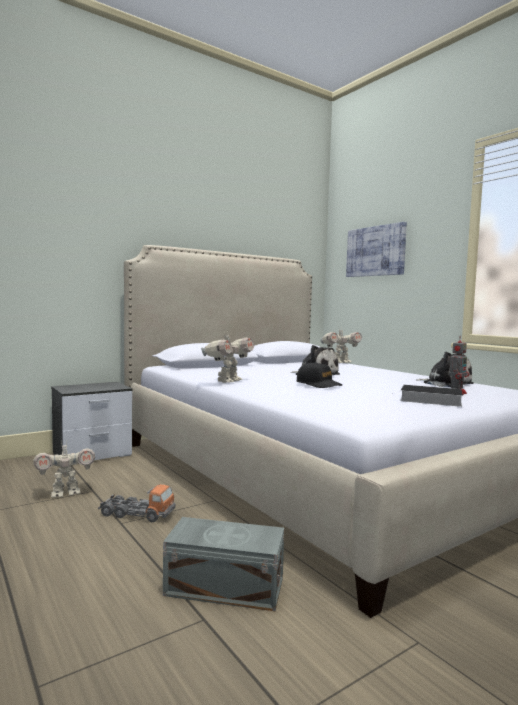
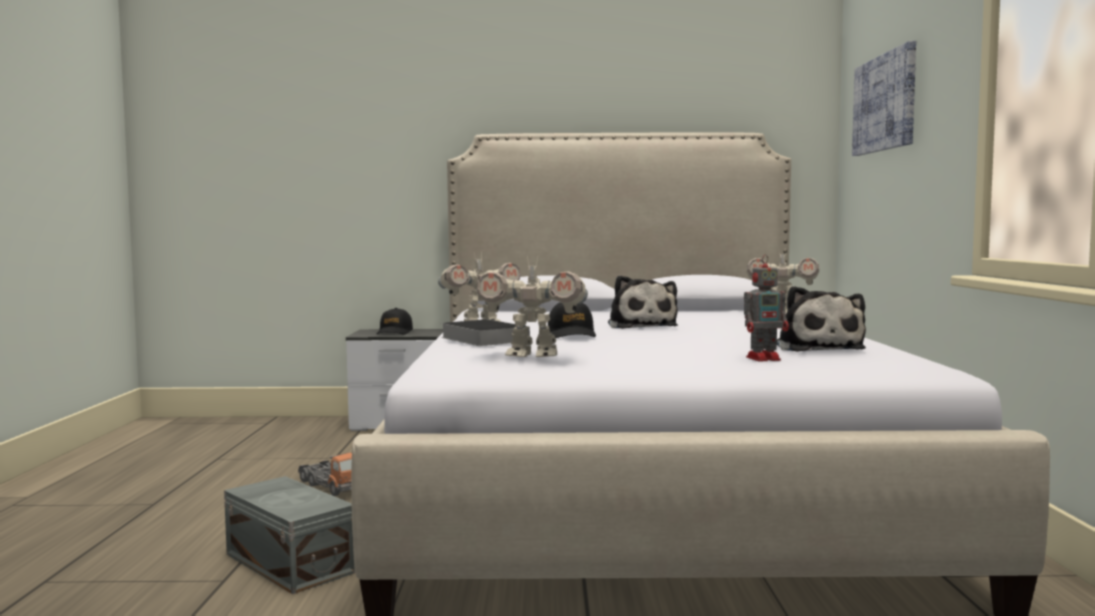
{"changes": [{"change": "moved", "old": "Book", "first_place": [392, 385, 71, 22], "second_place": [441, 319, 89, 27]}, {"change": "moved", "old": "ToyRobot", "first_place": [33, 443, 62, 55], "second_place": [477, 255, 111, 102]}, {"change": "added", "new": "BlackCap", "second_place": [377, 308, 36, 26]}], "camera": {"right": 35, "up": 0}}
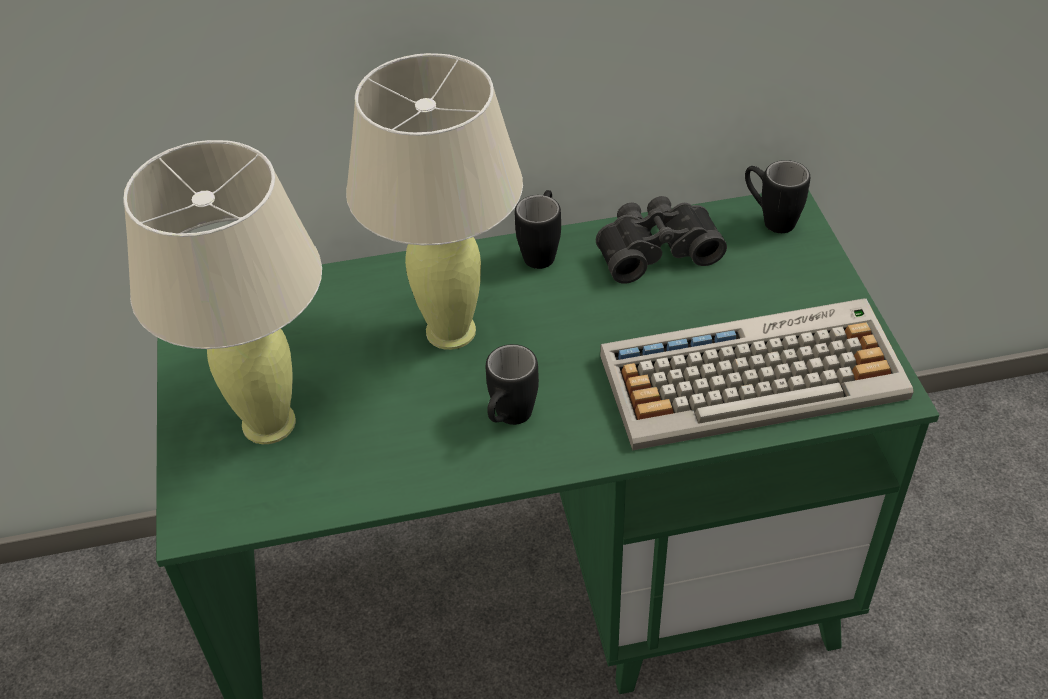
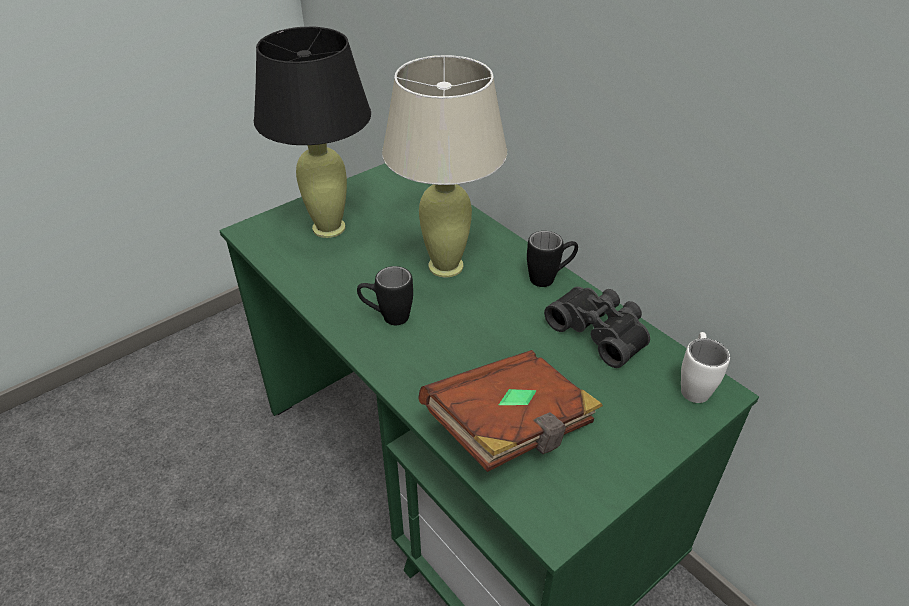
{"changes": [{"change": "recoloured", "old": "BeigeTableLamp", "new": "BlackTableLamp", "first_place": [123, 140, 199, 304], "second_place": [254, 27, 117, 211]}, {"change": "recoloured", "old": "BlackMug", "new": "WhiteMug", "first_place": [745, 160, 65, 73], "second_place": [681, 332, 49, 71]}, {"change": "replaced", "old": "Keyboard", "new": "BrownBook", "first_place": [600, 298, 314, 153], "second_place": [418, 350, 185, 122]}], "camera": {"right": 60, "up": -5}}
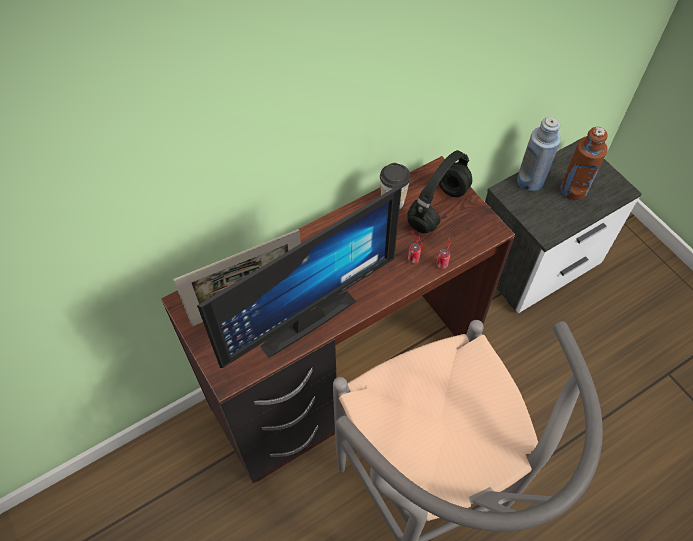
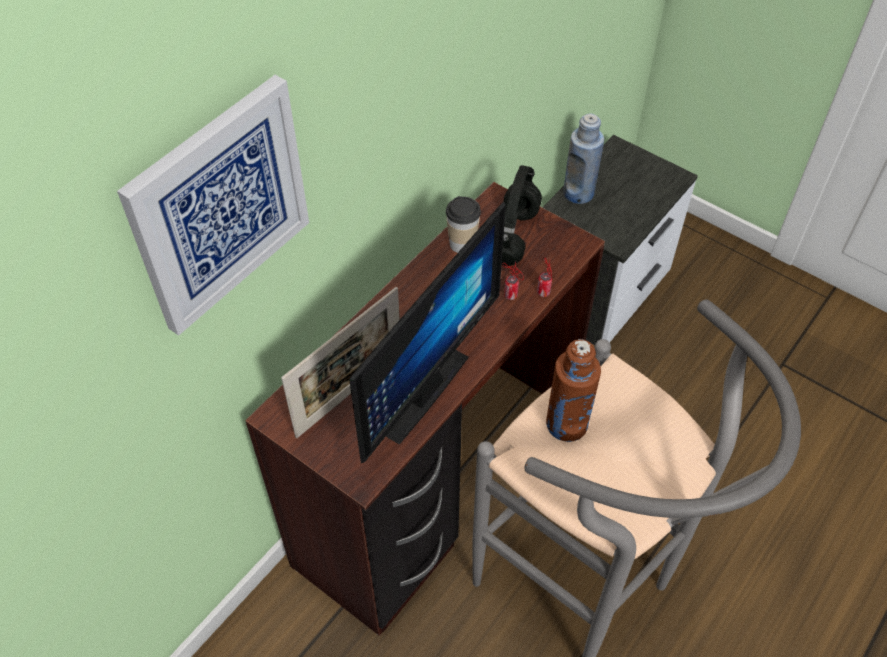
{"changes": [{"change": "moved", "old": "BrownBottle", "first_place": [560, 127, 48, 73], "second_place": [546, 339, 55, 103]}, {"change": "added", "new": "Picture", "second_place": [117, 75, 192, 261]}], "camera": {"right": -20, "up": -5}}
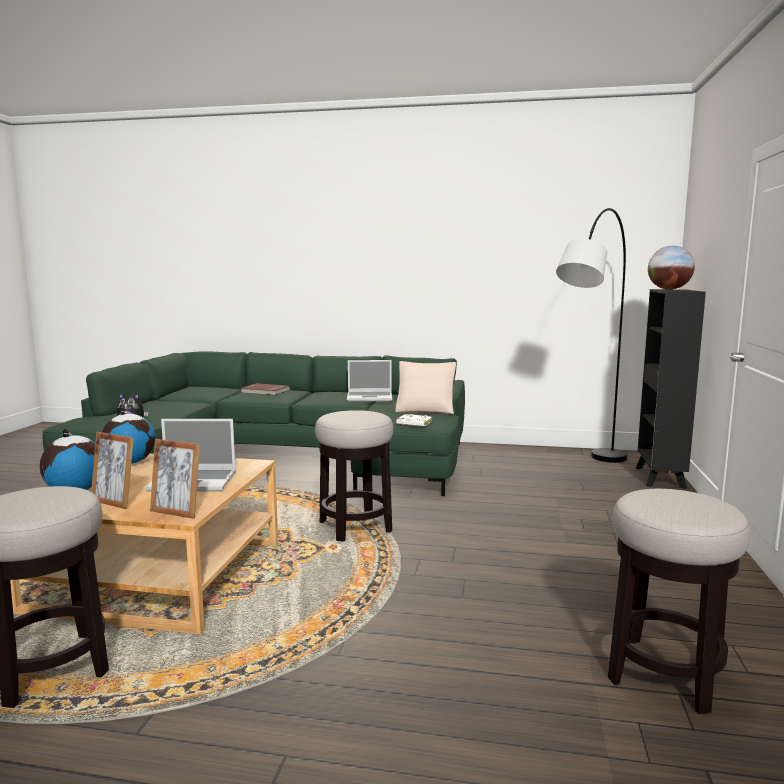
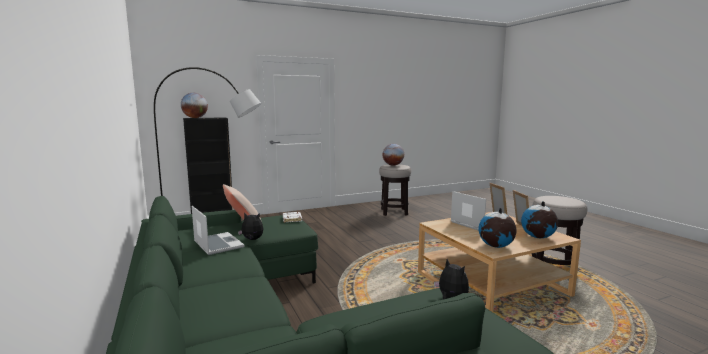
{"changes": [{"change": "removed", "old": "RedBook", "first_place": [241, 383, 49, 12]}, {"change": "removed", "old": "Stool", "first_place": [315, 410, 78, 132]}, {"change": "added", "new": "Globe", "second_place": [382, 144, 22, 22]}, {"change": "added", "new": "PlushToy", "second_place": [238, 213, 25, 27]}], "camera": {"right": -125, "up": 0}}
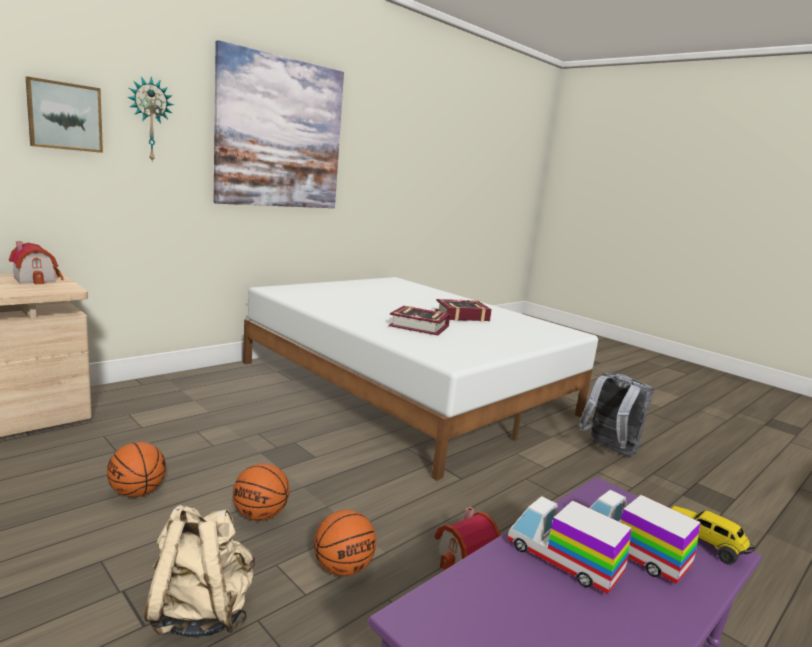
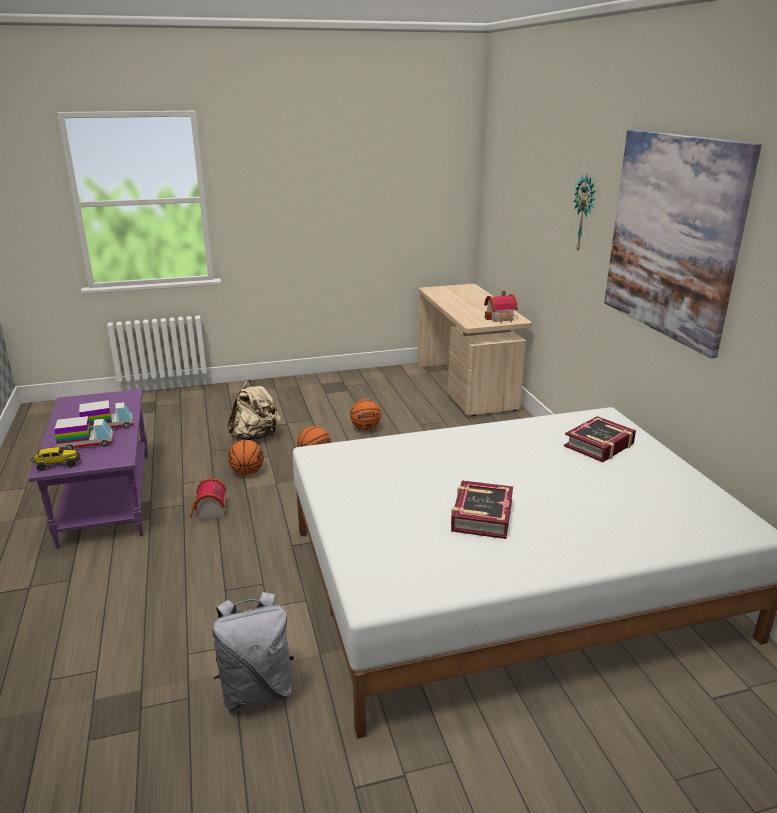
{"changes": [{"change": "removed", "old": "Picture", "first_place": [26, 76, 77, 77]}, {"change": "moved", "old": "Book", "first_place": [389, 306, 61, 29], "second_place": [564, 416, 72, 46]}], "camera": {"right": 120, "up": 10}}
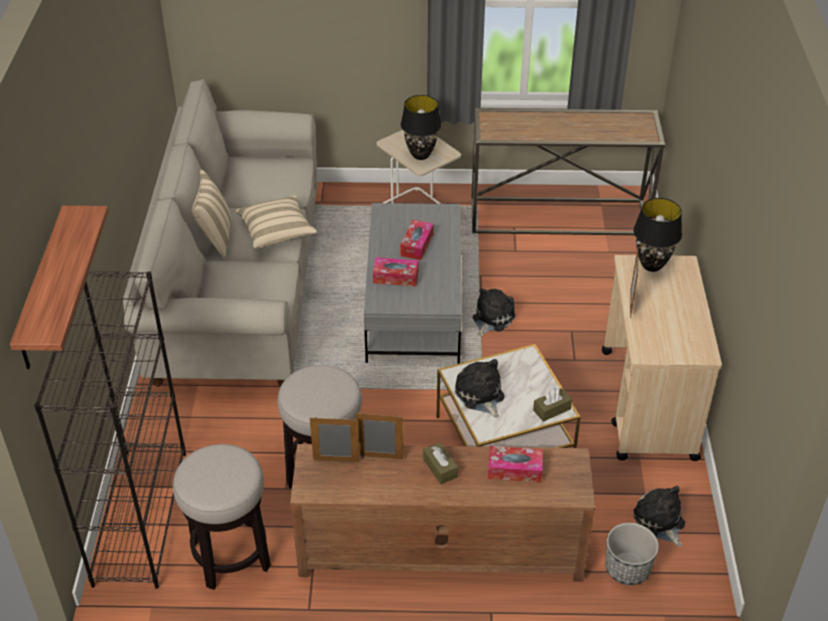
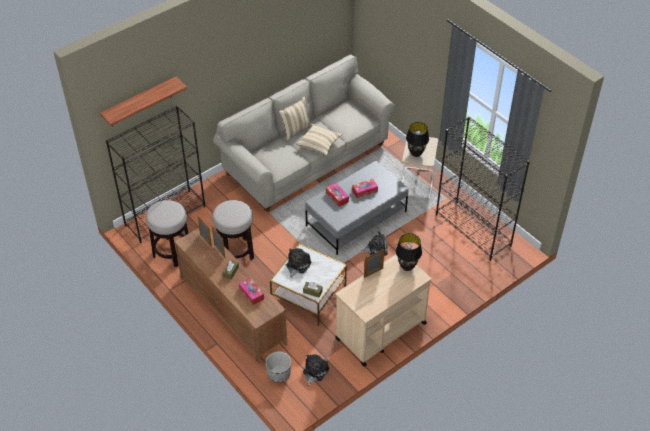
{"changes": [{"change": "replaced", "old": "ConsoleTable", "new": "BlackBookcase", "first_place": [471, 108, 194, 127], "second_place": [436, 116, 94, 145]}], "camera": {"right": 50, "up": 5}}
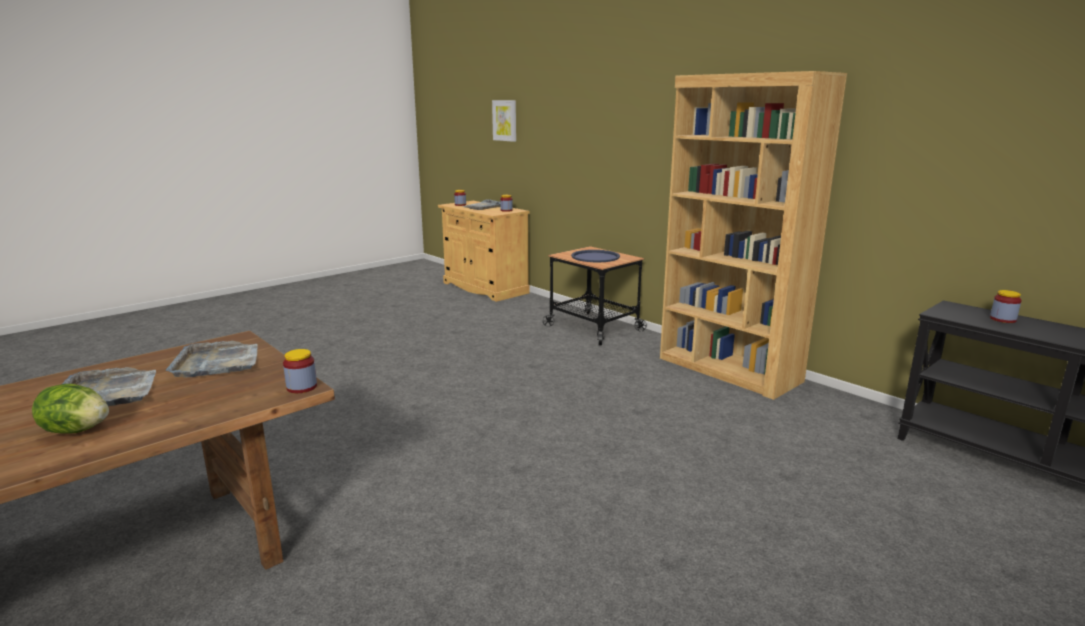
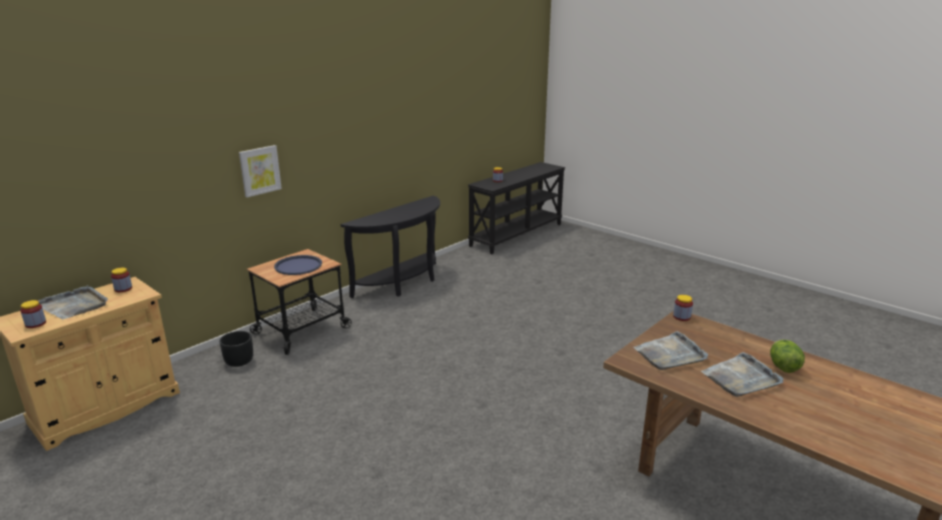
{"changes": [{"change": "replaced", "old": "BrownBookcase", "new": "BlackConsoleTable", "first_place": [660, 71, 187, 329], "second_place": [341, 196, 99, 102]}, {"change": "moved", "old": "Picture", "first_place": [492, 100, 24, 42], "second_place": [239, 145, 43, 52]}, {"change": "added", "new": "BlackPlanter", "second_place": [219, 331, 34, 36]}], "camera": {"right": -95, "up": 5}}
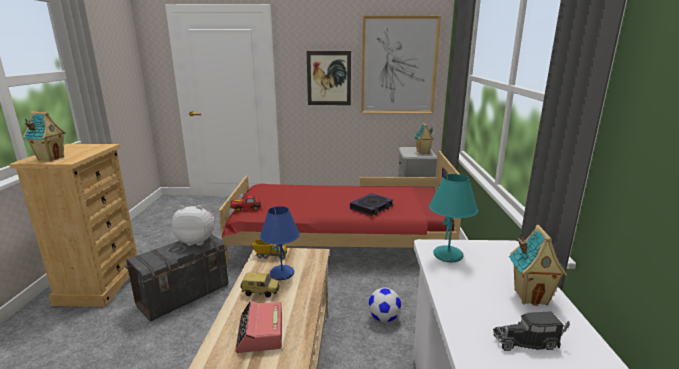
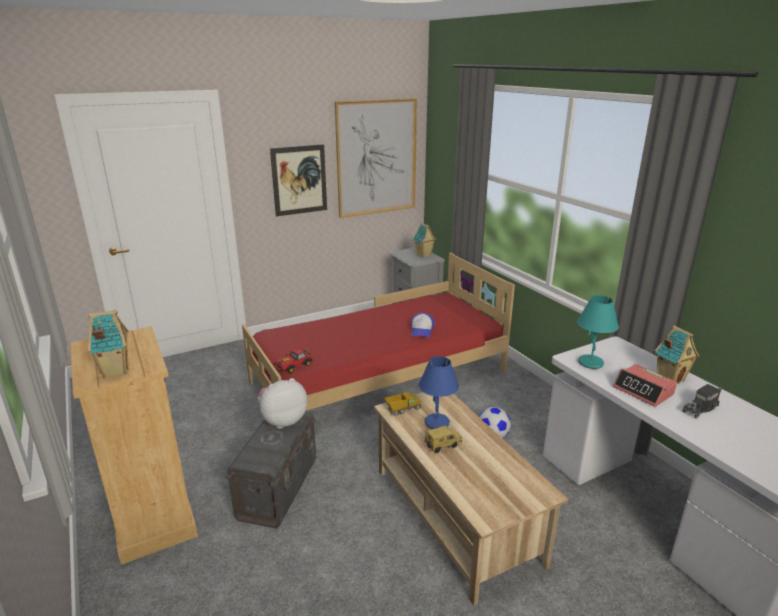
{"changes": [{"change": "replaced", "old": "Book", "new": "Cap", "first_place": [350, 193, 43, 23], "second_place": [411, 313, 24, 24]}, {"change": "moved", "old": "AlarmClock", "first_place": [235, 301, 47, 52], "second_place": [613, 364, 64, 43]}], "camera": {"right": -30, "up": 5}}
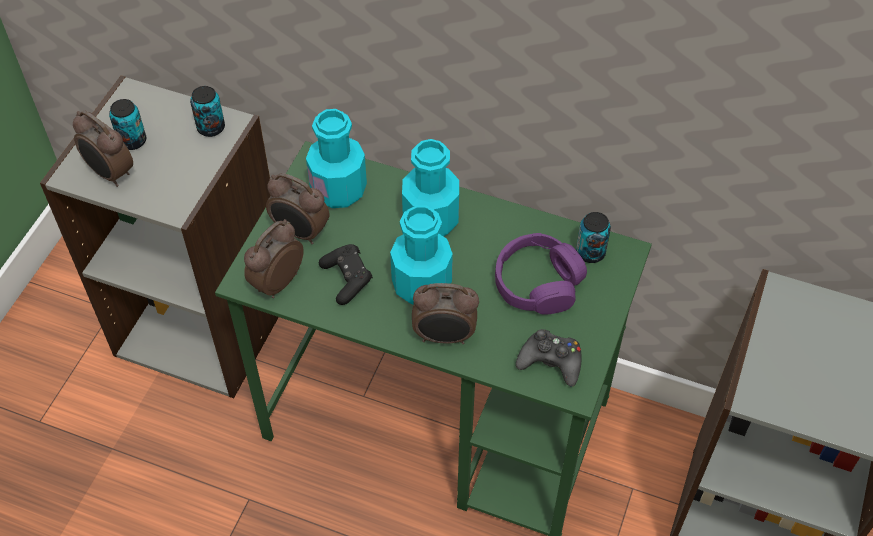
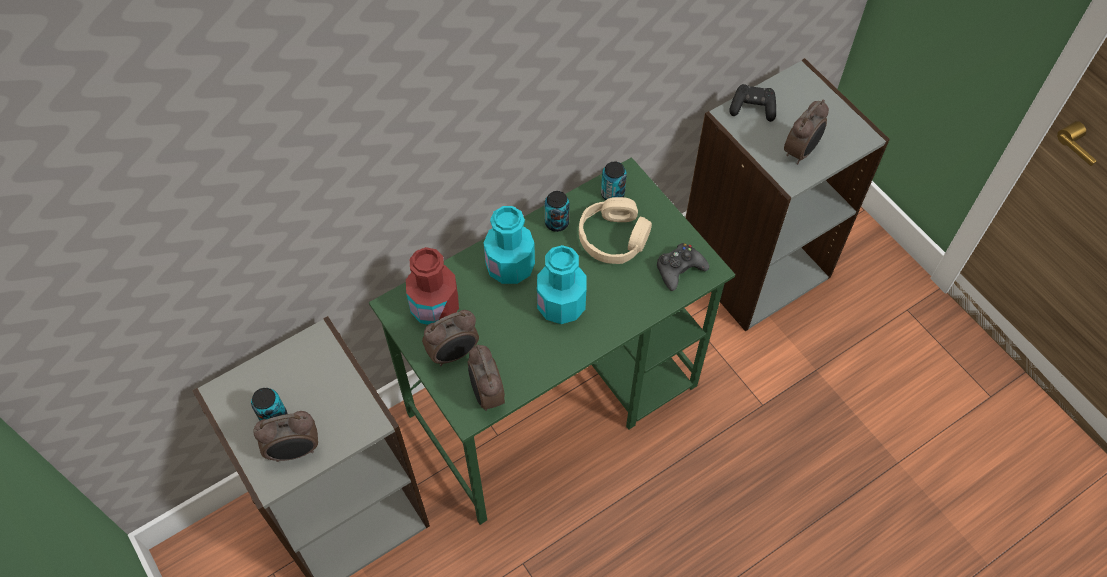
{"changes": [{"change": "moved", "old": "Can", "first_place": [190, 86, 35, 51], "second_place": [545, 191, 25, 41]}, {"change": "recoloured", "old": "TurquoiseBottle", "new": "RedBottle", "first_place": [306, 109, 61, 99], "second_place": [406, 247, 53, 78]}, {"change": "recoloured", "old": "PurpleHeadphones", "new": "BeigeHeadphones", "first_place": [495, 233, 92, 82], "second_place": [579, 197, 73, 67]}, {"change": "moved", "old": "BlackGameController", "first_place": [319, 244, 54, 61], "second_place": [729, 84, 47, 38]}, {"change": "moved", "old": "AlarmClock", "first_place": [412, 283, 67, 61], "second_place": [784, 100, 45, 64]}], "camera": {"right": -55, "up": 5}}
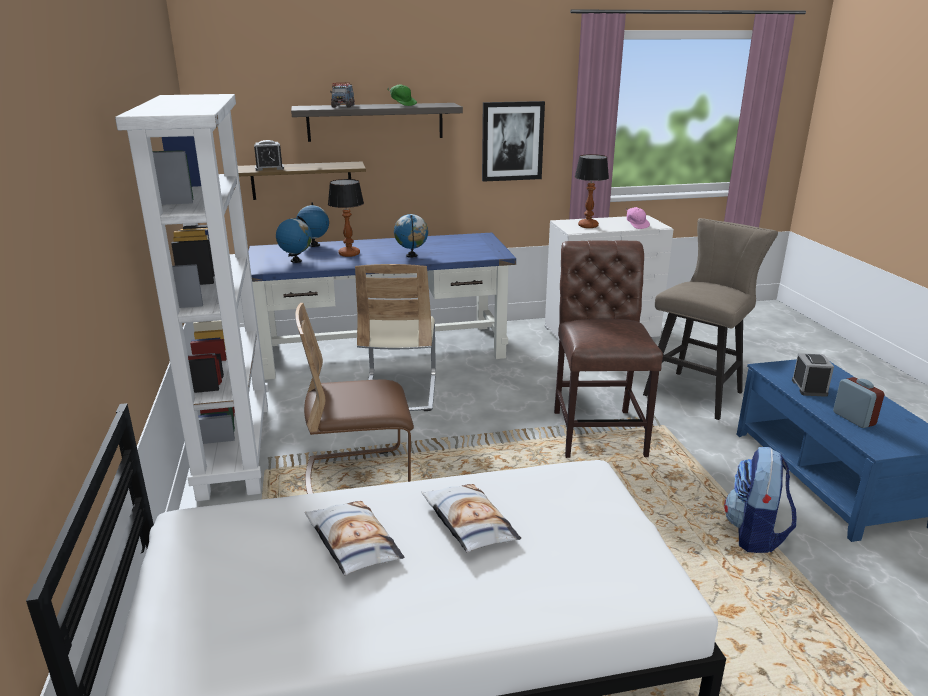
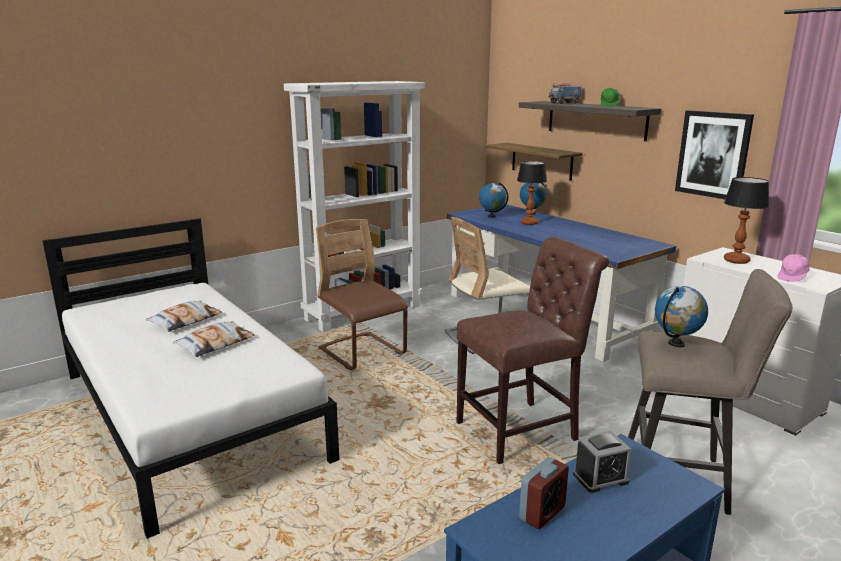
{"changes": [{"change": "removed", "old": "AlarmClock", "first_place": [254, 140, 30, 31]}, {"change": "moved", "old": "Globe", "first_place": [394, 214, 34, 44], "second_place": [655, 286, 53, 61]}, {"change": "removed", "old": "Backpack", "first_place": [724, 447, 72, 106]}], "camera": {"right": 65, "up": -5}}
